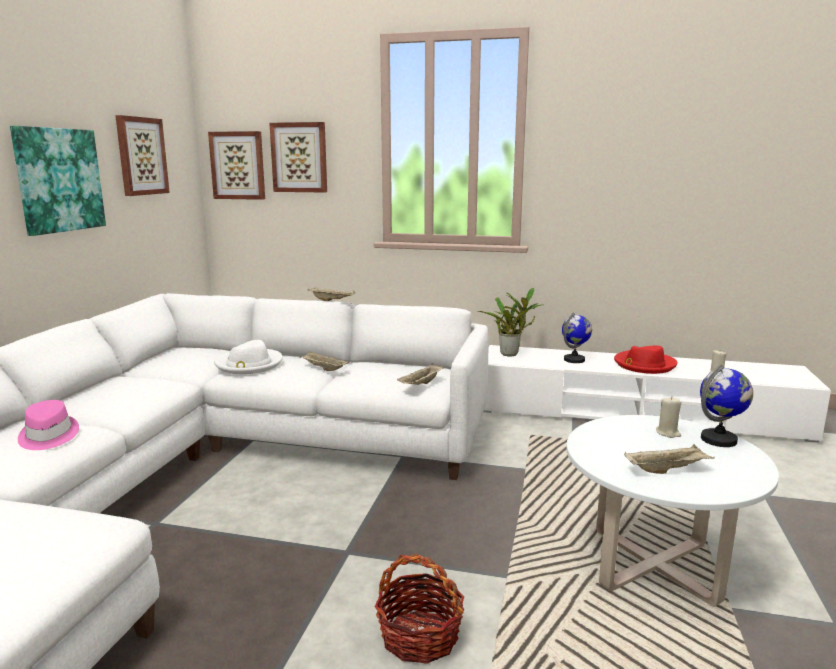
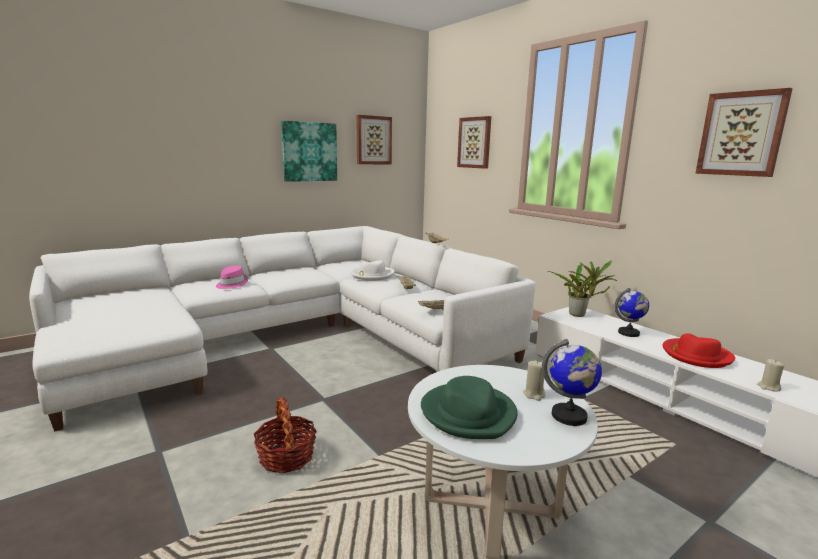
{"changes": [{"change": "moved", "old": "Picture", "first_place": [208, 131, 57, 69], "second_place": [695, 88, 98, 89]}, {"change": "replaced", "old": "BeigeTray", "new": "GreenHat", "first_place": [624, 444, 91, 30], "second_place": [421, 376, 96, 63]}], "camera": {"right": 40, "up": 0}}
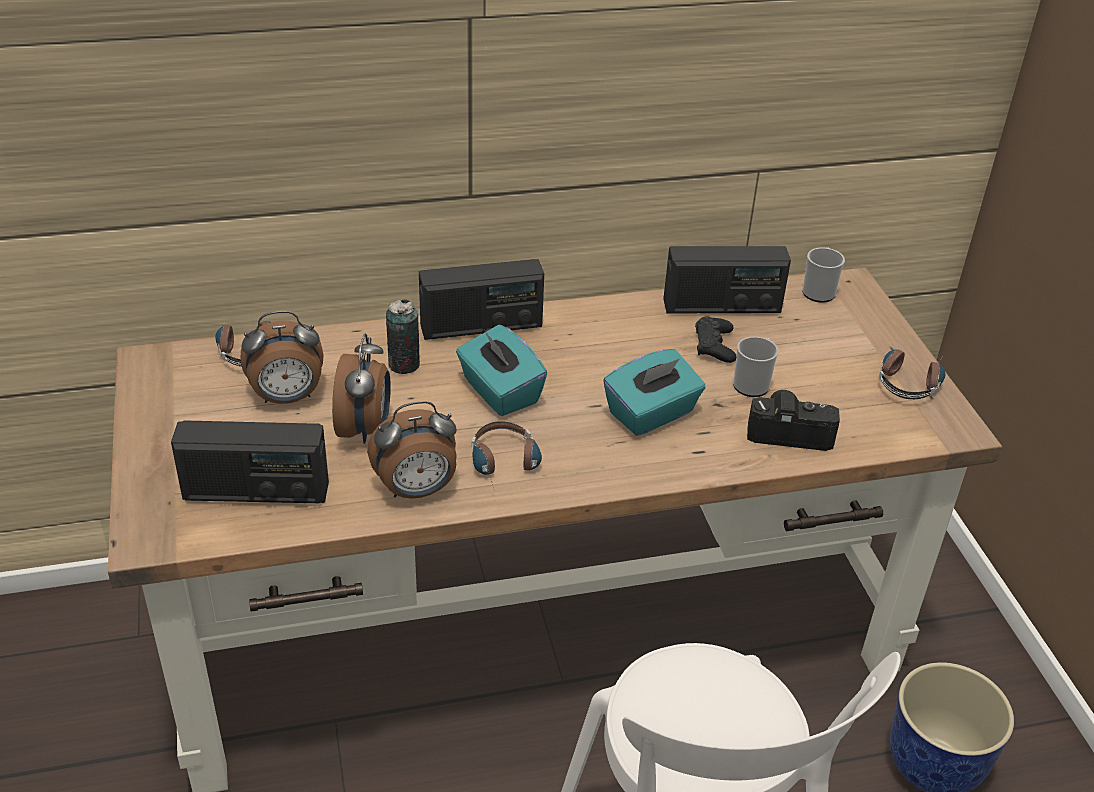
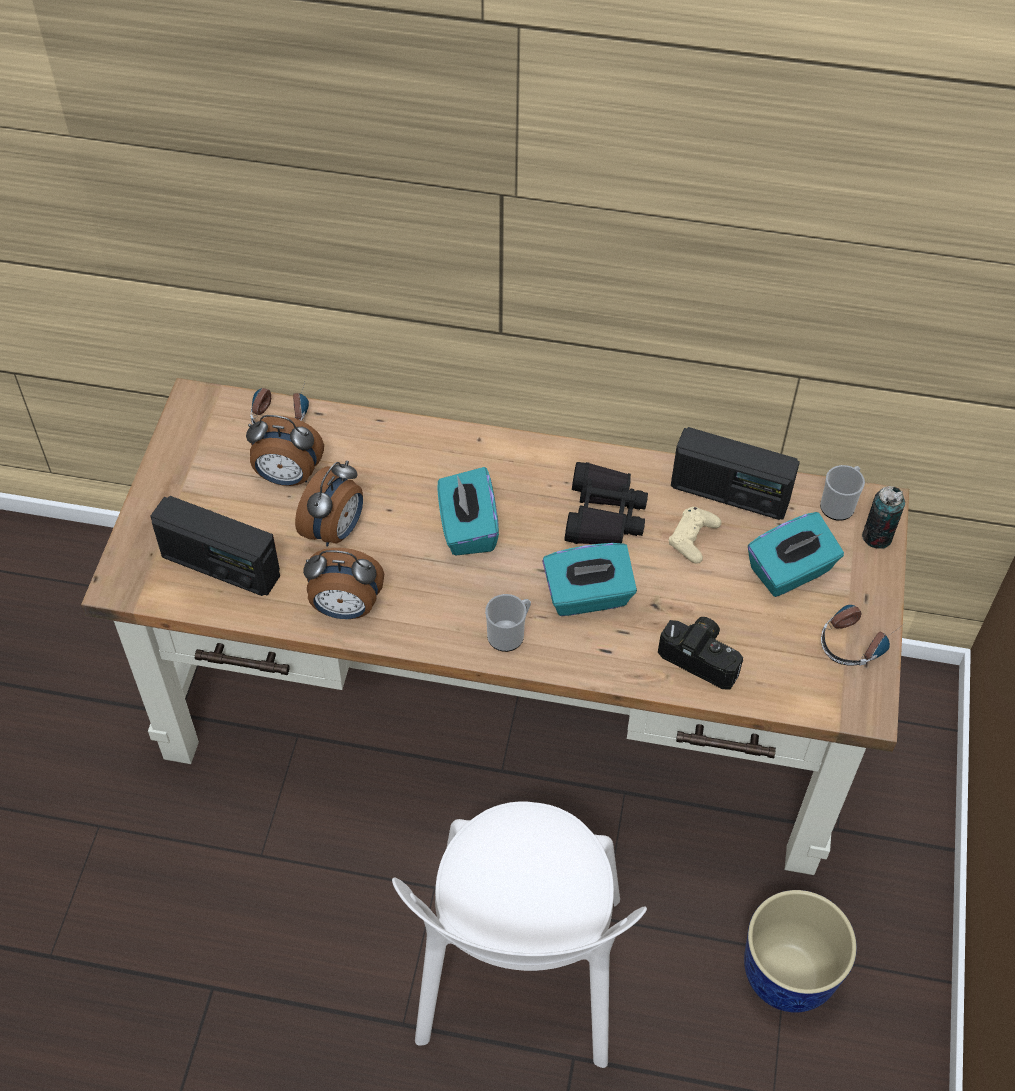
{"changes": [{"change": "removed", "old": "Radio", "first_place": [419, 259, 125, 81]}, {"change": "moved", "old": "Can", "first_place": [386, 299, 34, 75], "second_place": [862, 486, 43, 63]}, {"change": "recoloured", "old": "BlackGameController", "new": "BeigeGameController", "first_place": [695, 316, 42, 47], "second_place": [668, 507, 54, 57]}, {"change": "moved", "old": "Mug", "first_place": [733, 336, 45, 61], "second_place": [485, 594, 46, 58]}, {"change": "removed", "old": "Headphones", "first_place": [472, 421, 70, 70]}, {"change": "added", "new": "BlackBinoculars", "second_place": [564, 462, 84, 82]}, {"change": "added", "new": "TurquoiseTissueBox", "second_place": [748, 512, 96, 85]}], "camera": {"right": 25, "up": 15}}
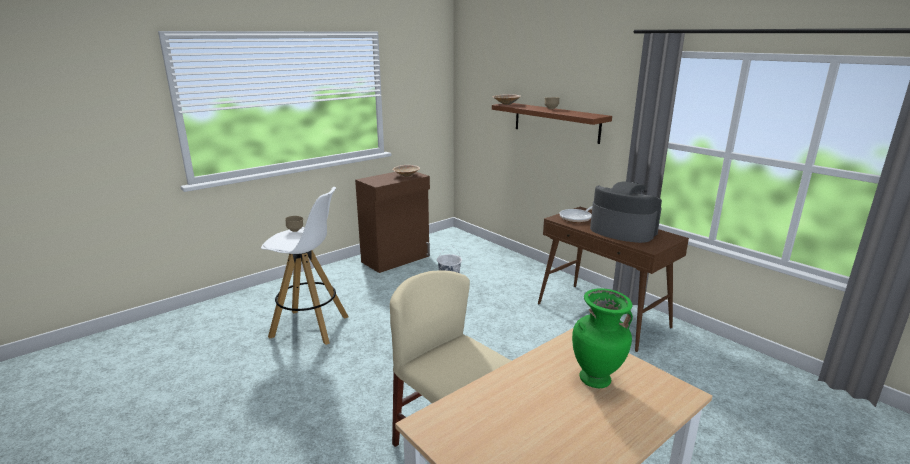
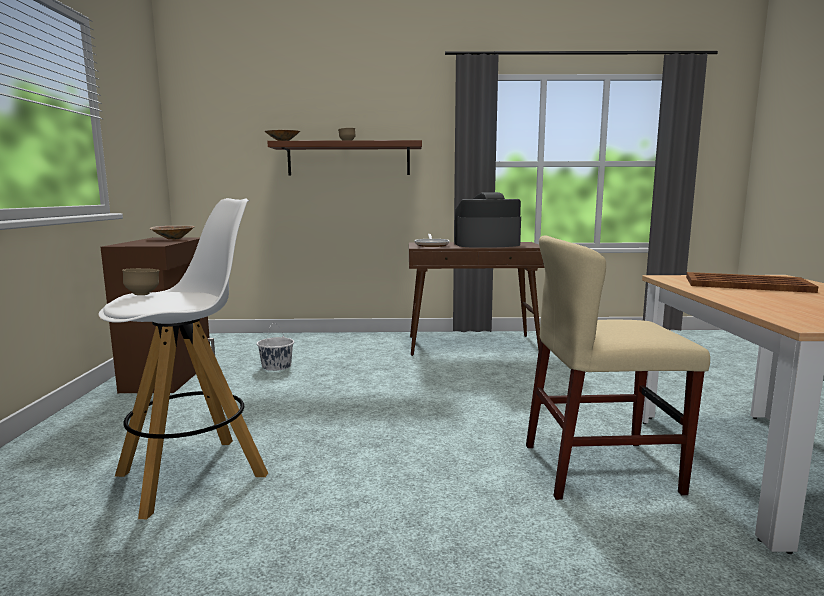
{"changes": [{"change": "replaced", "old": "GreenVase", "new": "BrownTray", "first_place": [572, 288, 61, 100], "second_place": [686, 272, 132, 21]}], "camera": {"right": -50, "up": -10}}
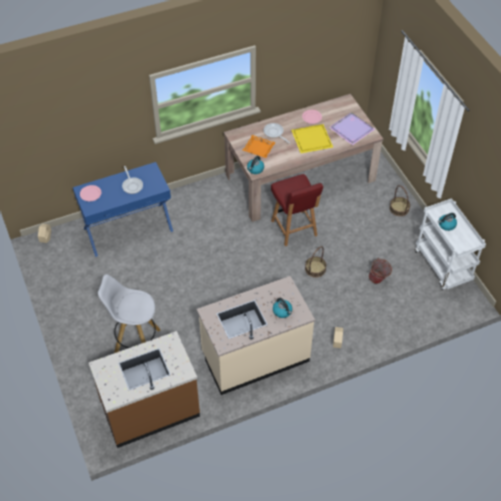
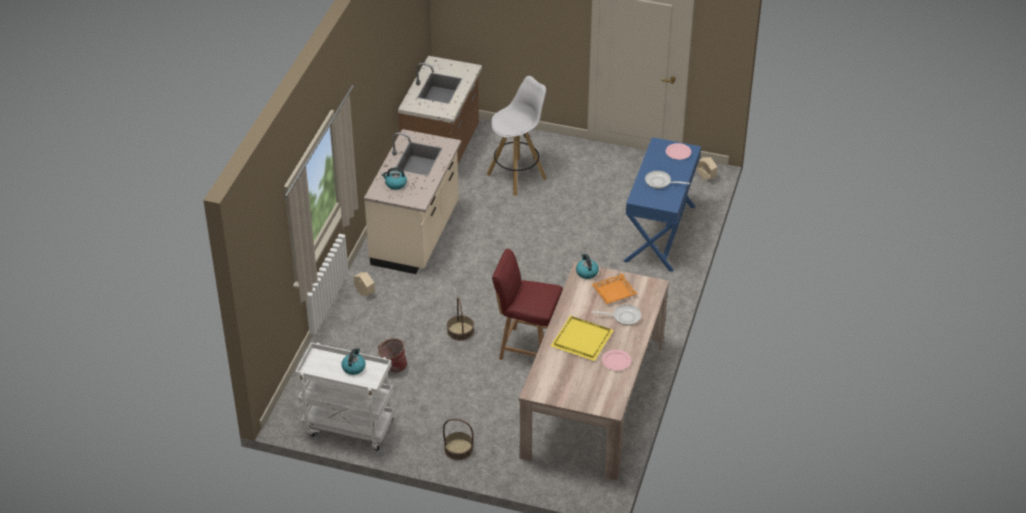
{"changes": [{"change": "removed", "old": "PurpleTray", "first_place": [329, 112, 47, 34]}], "camera": {"right": 130, "up": -10}}
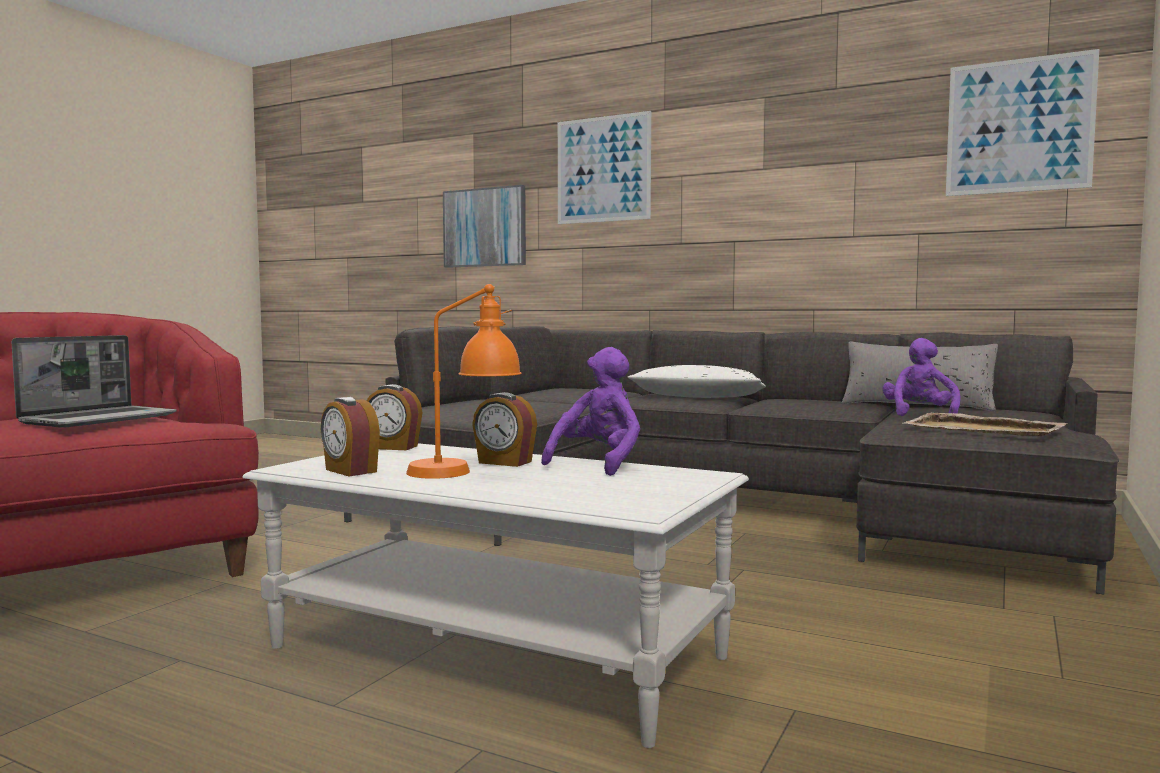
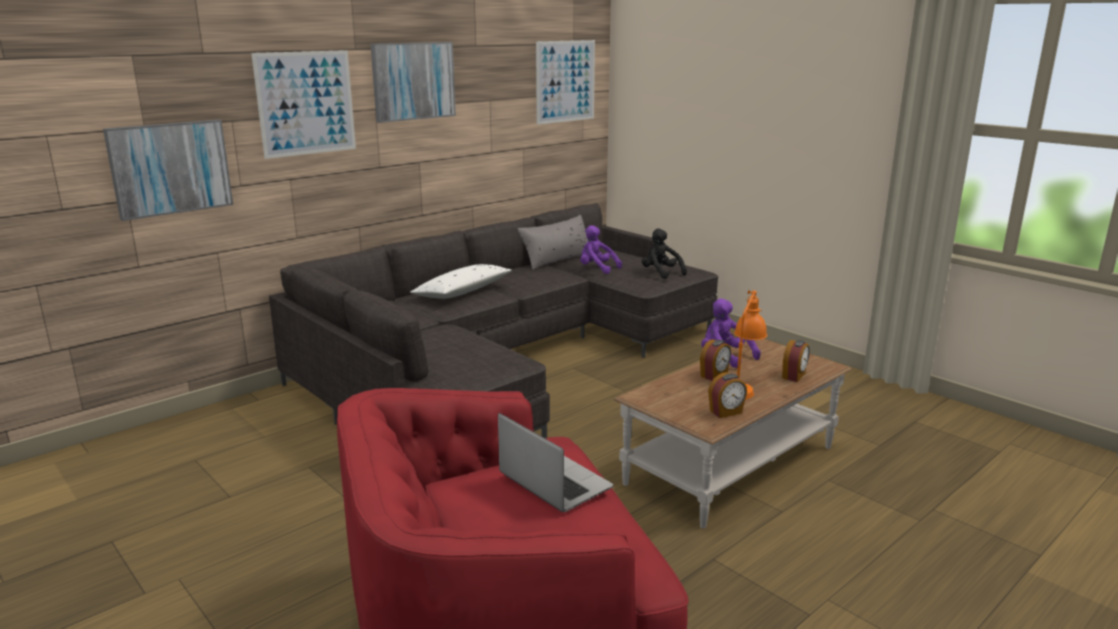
{"changes": [{"change": "moved", "old": "AlarmClock", "first_place": [367, 384, 55, 66], "second_place": [782, 340, 28, 42]}, {"change": "replaced", "old": "BeigeTray", "new": "BlackPlushToy", "first_place": [903, 413, 165, 23], "second_place": [642, 228, 45, 51]}, {"change": "recoloured", "old": "WhiteCoffeeTable", "new": "BrownCoffeeTable", "first_place": [243, 443, 506, 305], "second_place": [614, 339, 238, 190]}, {"change": "added", "new": "Picture", "second_place": [371, 42, 85, 81]}], "camera": {"right": -70, "up": 15}}
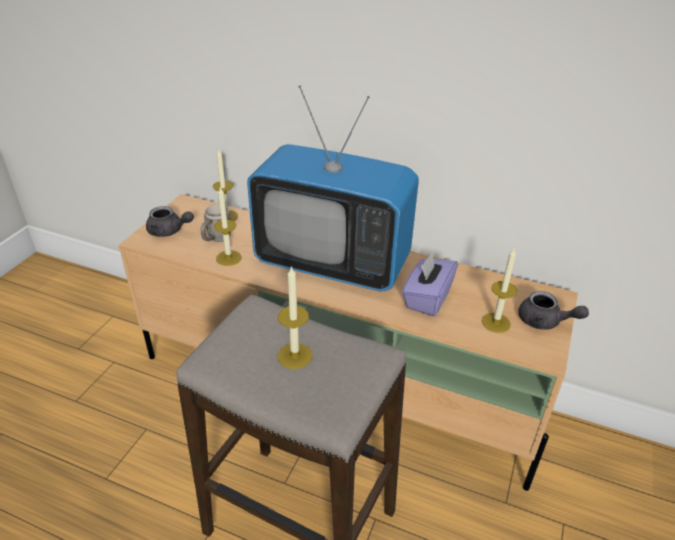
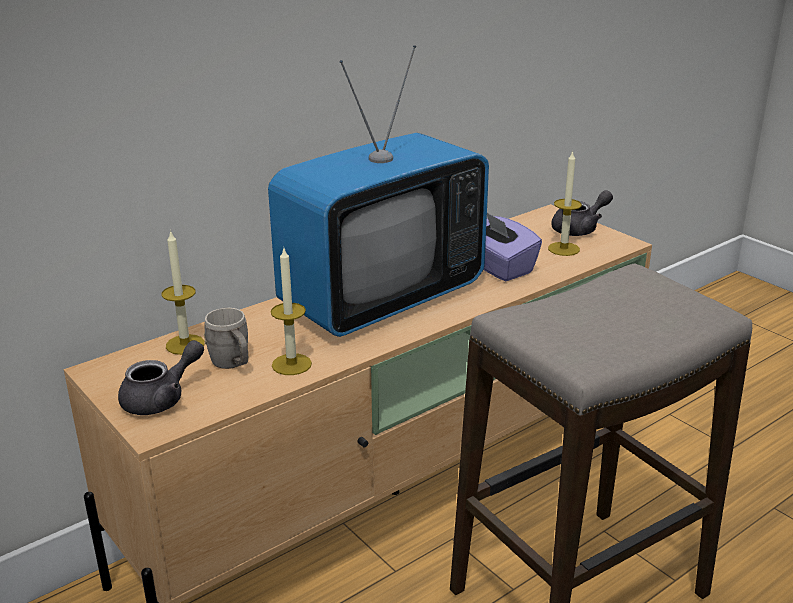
{"changes": [{"change": "removed", "old": "Candle", "first_place": [278, 266, 35, 103]}], "camera": {"right": -60, "up": -10}}
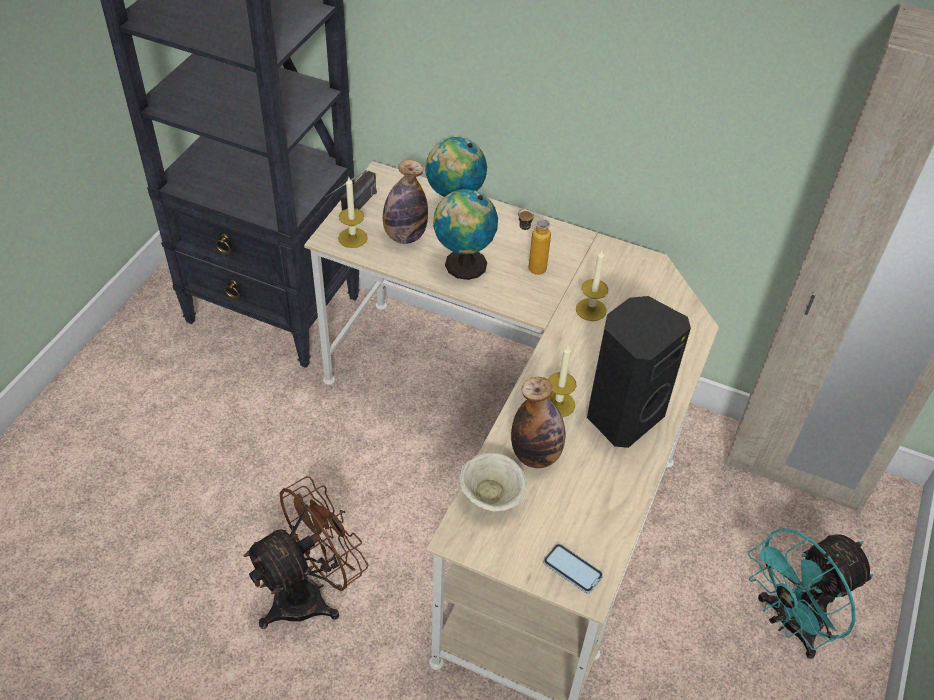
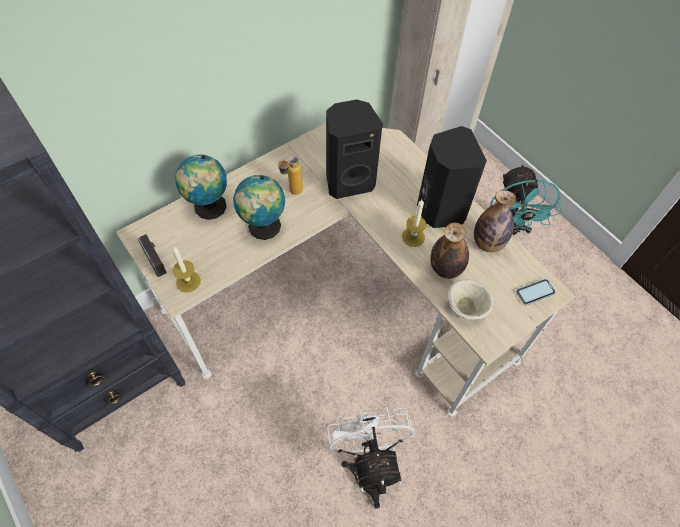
{"changes": [{"change": "moved", "old": "Bottle", "first_place": [383, 160, 45, 84], "second_place": [474, 190, 42, 62]}, {"change": "replaced", "old": "Candle", "new": "BlackSpeaker", "first_place": [576, 250, 32, 71], "second_place": [326, 100, 57, 99]}, {"change": "recoloured", "old": "BrownFan", "new": "WhiteFan", "first_place": [243, 476, 125, 153], "second_place": [327, 406, 88, 103]}], "camera": {"right": -60, "up": 10}}
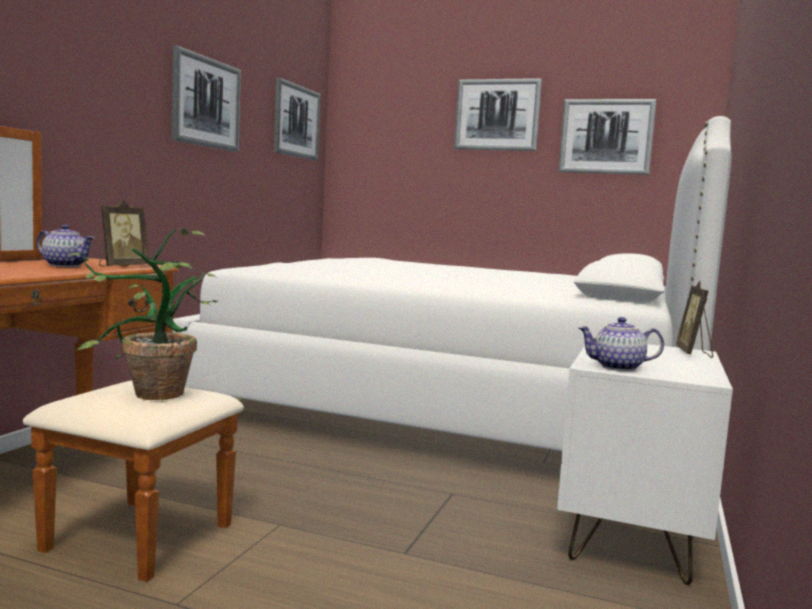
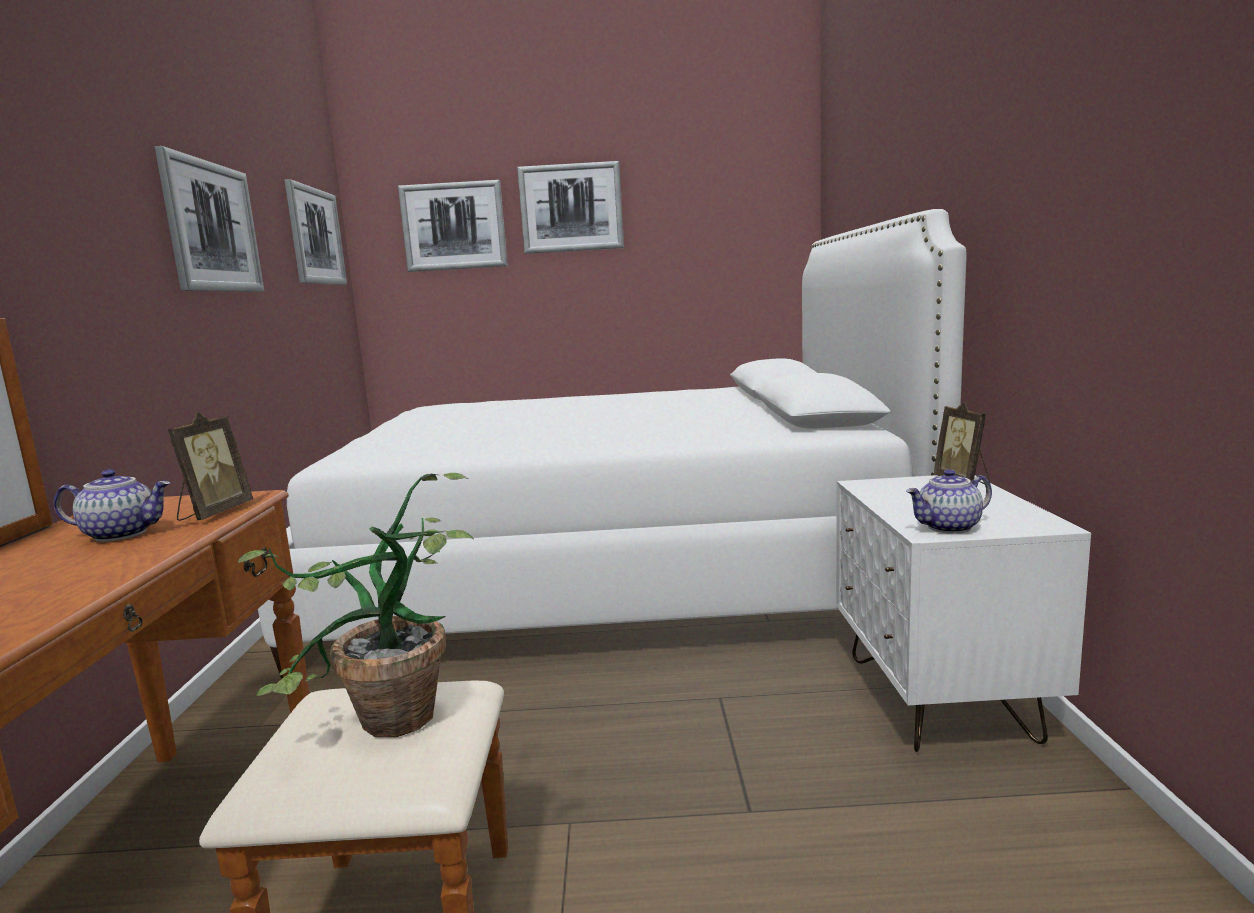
{"changes": [{"change": "moved", "old": "Picture", "first_place": [558, 99, 98, 76], "second_place": [398, 180, 110, 92]}], "camera": {"right": -20, "up": 5}}
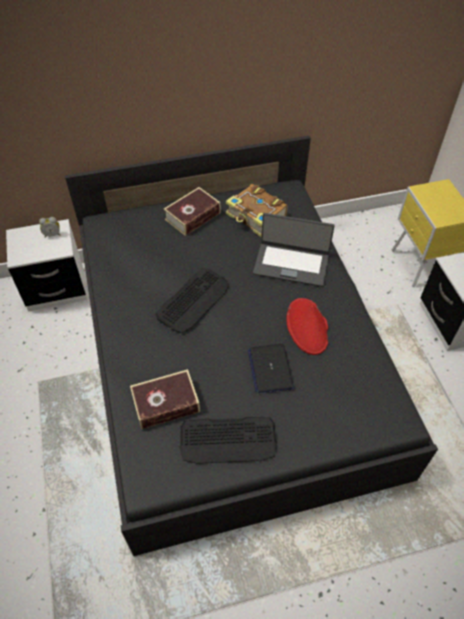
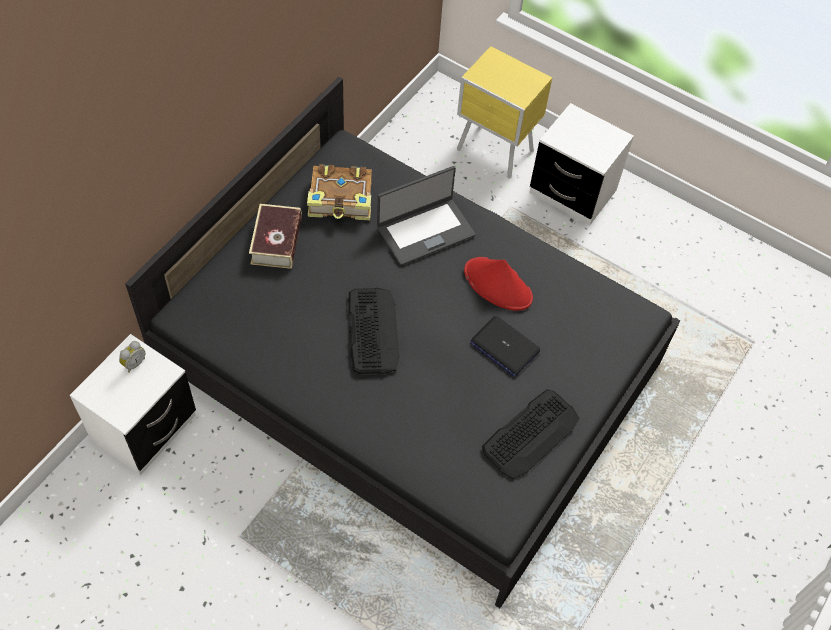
{"changes": [{"change": "removed", "old": "Book", "first_place": [130, 369, 70, 61]}], "camera": {"right": -45, "up": 5}}
